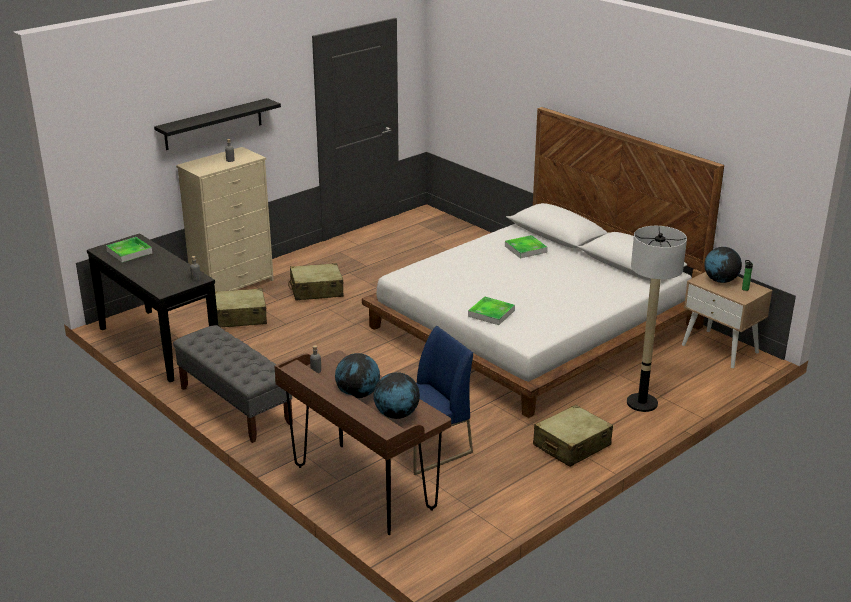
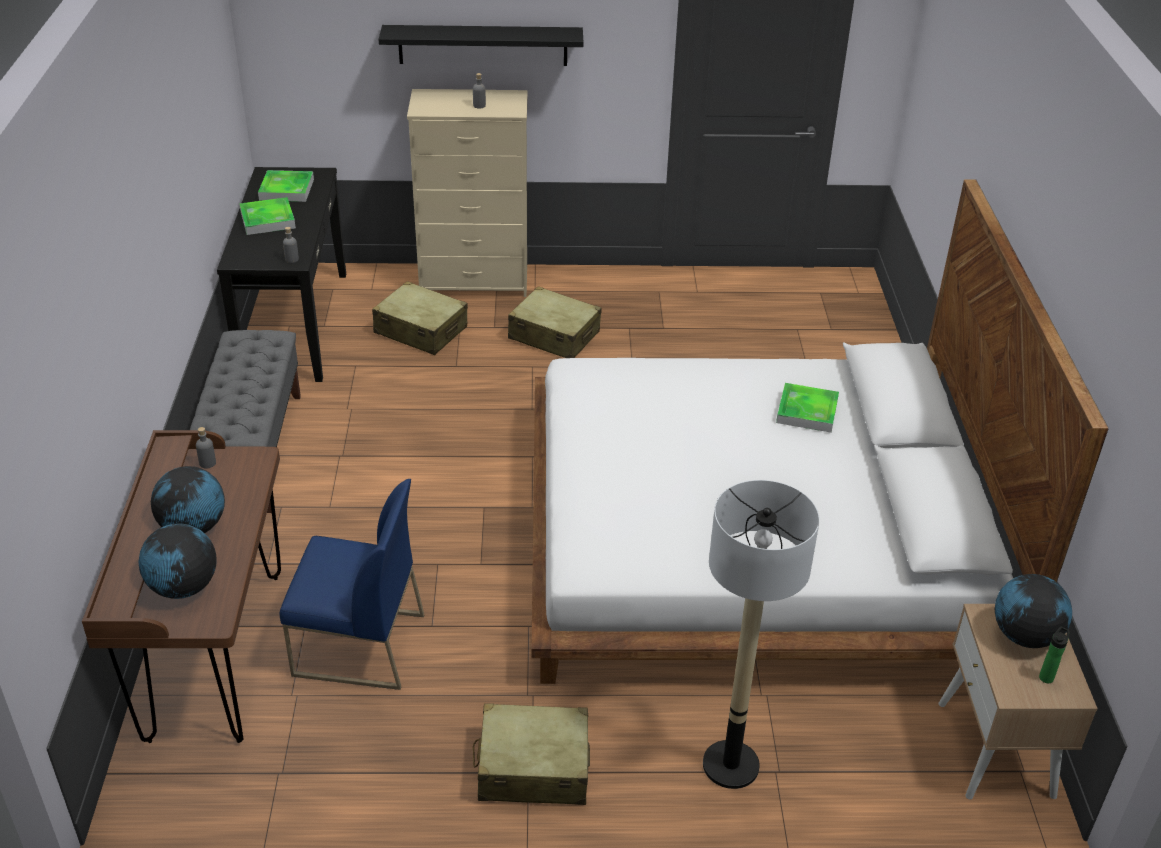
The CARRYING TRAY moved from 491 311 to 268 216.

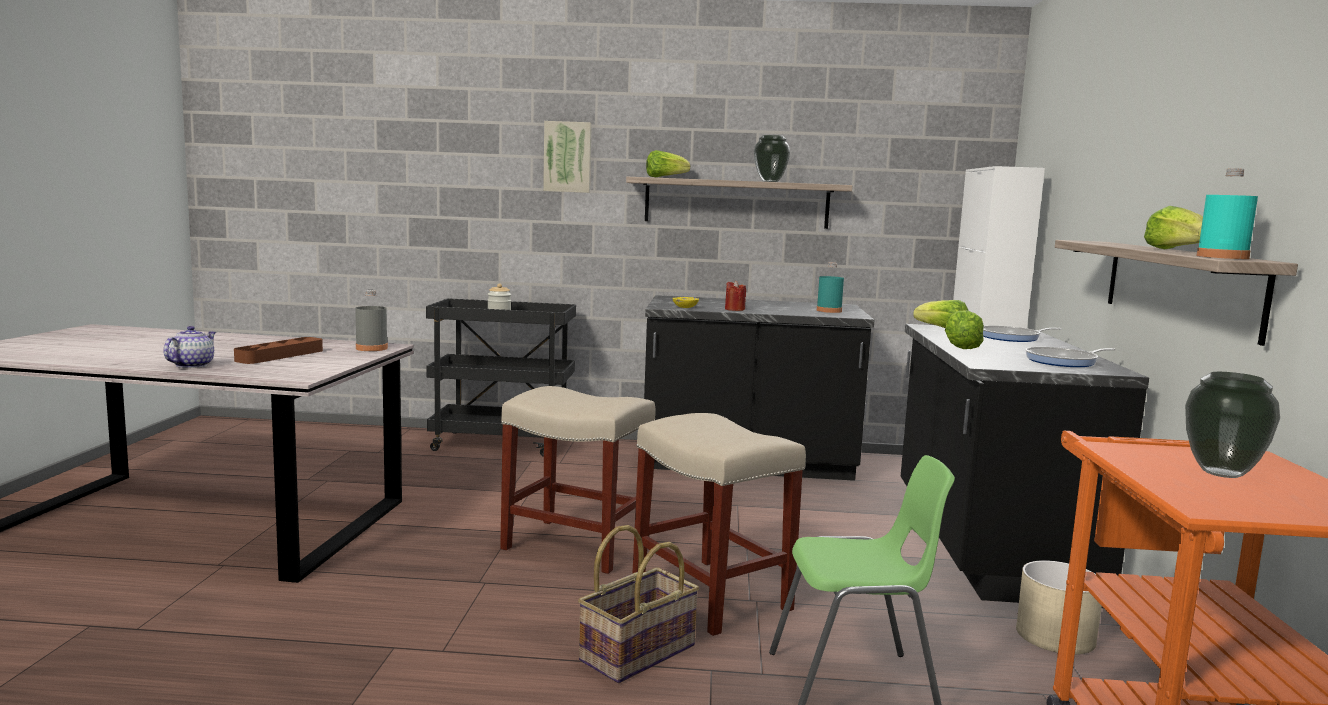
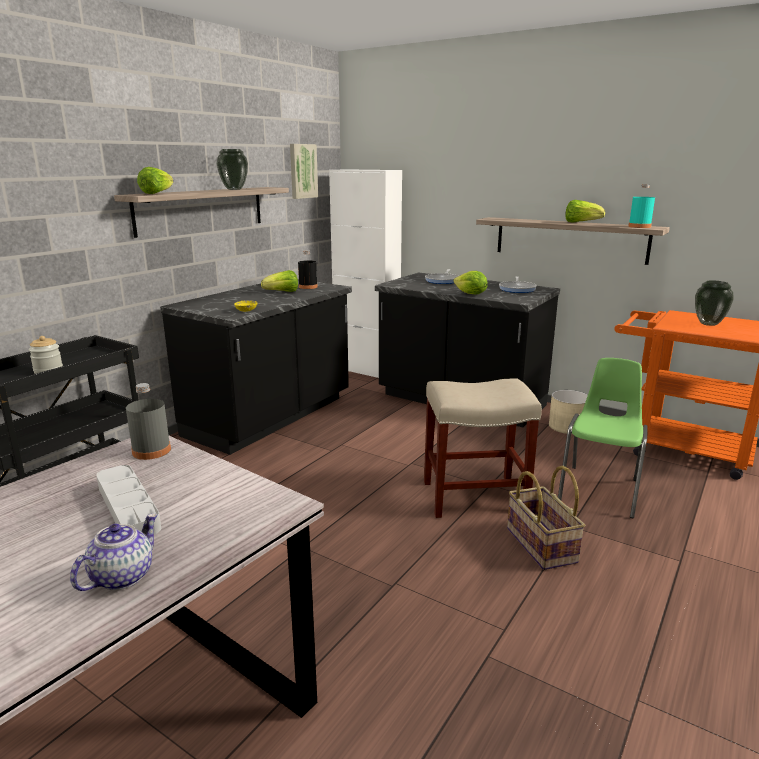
The BEIGE-COLOURED SITTING STOOL at 578 480 disappeared. The RED-COLOURED CANDLE at 735 295 disappeared. The PICTURE moved from 567 157 to 304 171. The LETTUCE HEAD moved from 941 314 to 279 281. The BROWNISH CARRYING TRAY at 278 350 became the GREY CARRYING TRAY at 128 500. The BLUE-GREEN BOTTLE at 830 288 became the BLACKISH BOTTLE at 308 269. The POT FOR TEA at 190 347 turned 75 degrees clockwise.

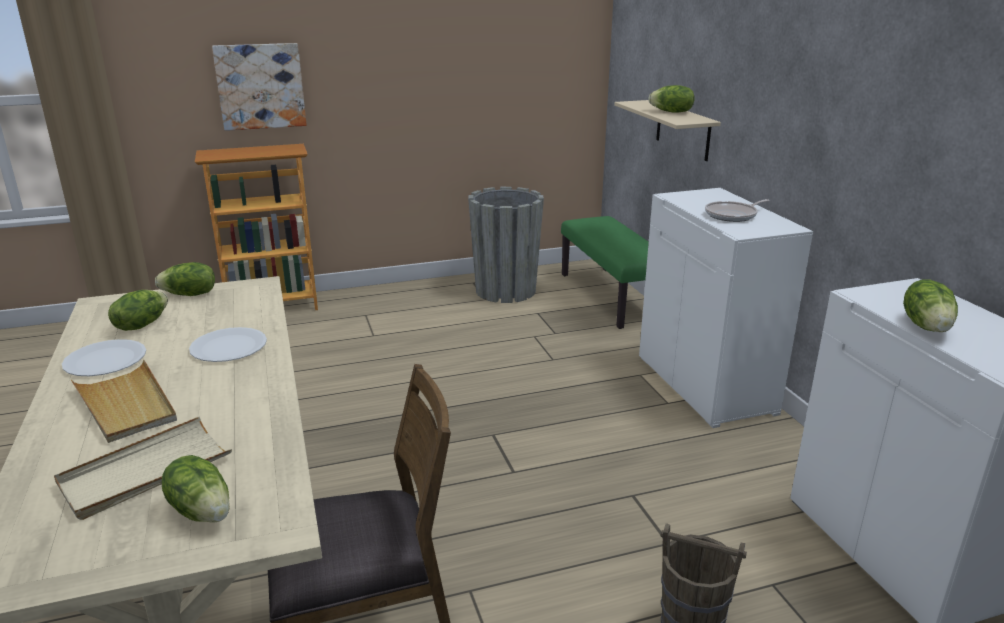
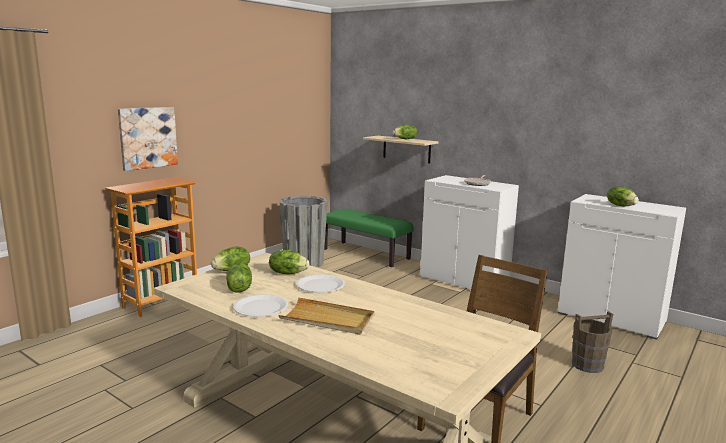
The BEIGE-COLOURED CARRYING TRAY at 143 468 disappeared. The LETTUCE HEAD moved from 195 489 to 289 262.

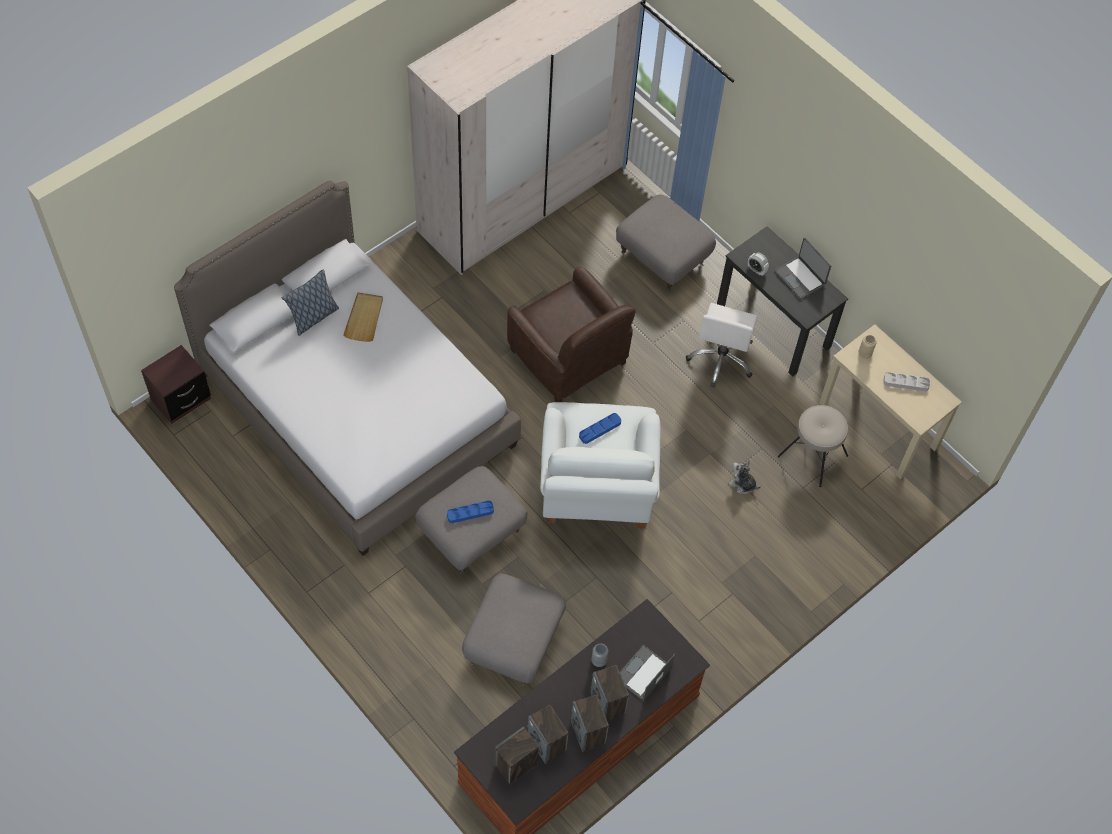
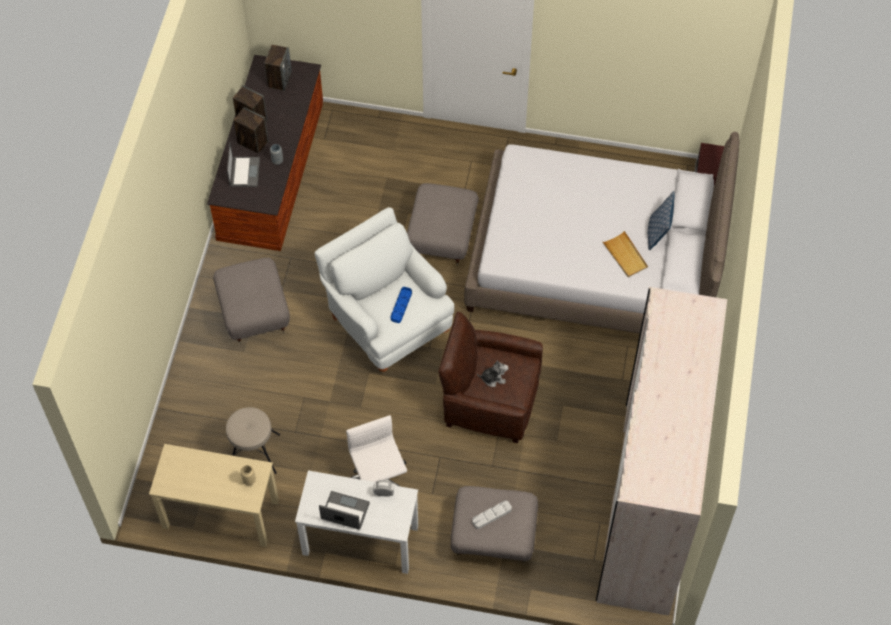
The BLUE-COLOURED CARRYING TRAY at 470 511 disappeared. The AUDIO SPEAKER at 547 734 disappeared. The GREY POUFFE moved from 514 629 to 251 301. The CUDDLY TOY moved from 744 477 to 493 373. The GREY CARRYING TRAY moved from 906 381 to 492 514. The BLACKISH DESK TABLE at 782 301 became the WHITE DESK TABLE at 356 522.

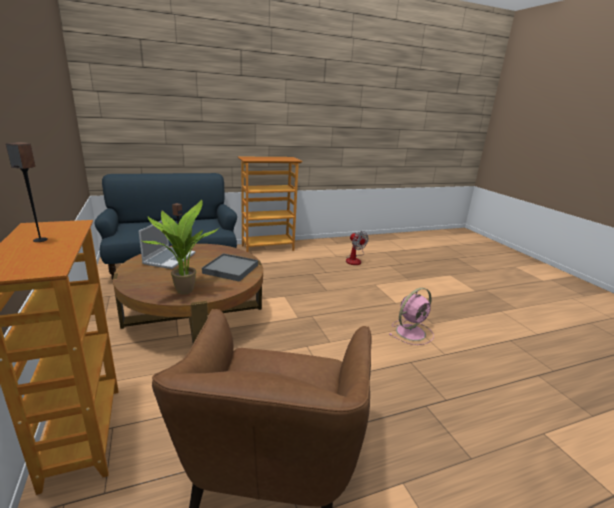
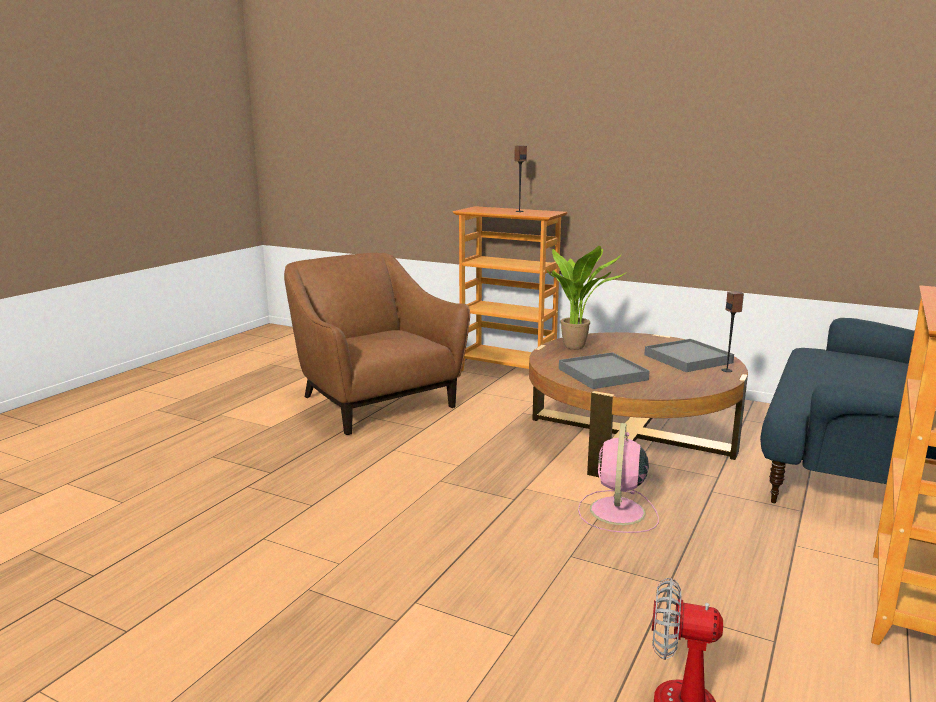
The PINKISH COOLING FAN moved from 411 316 to 618 478. The NOTEBOOK COMPUTER at 167 244 was replaced by the GREY CARRYING TRAY at 689 355.

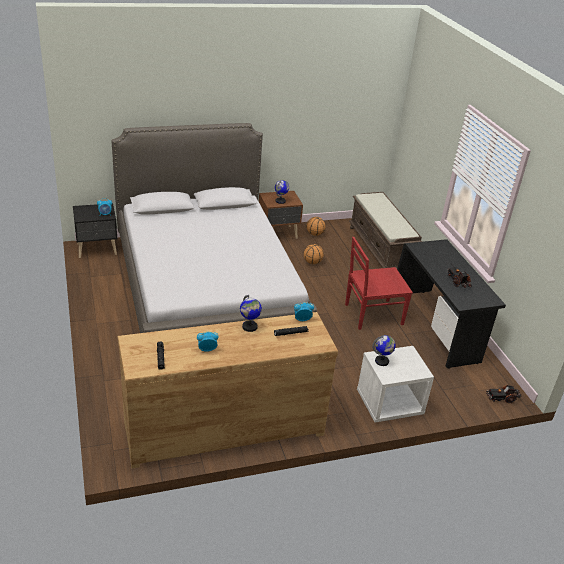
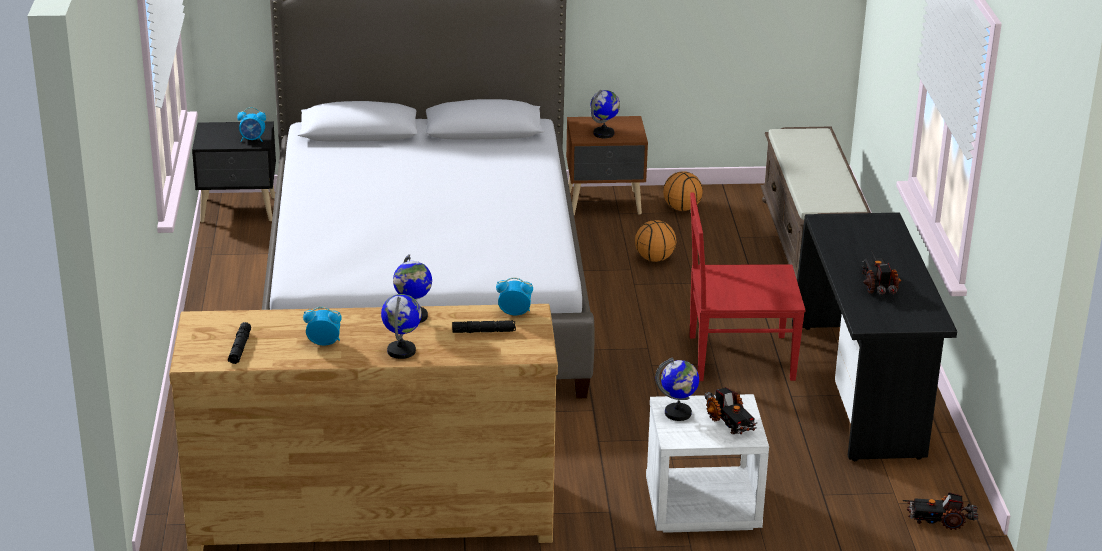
The DESK GLOBE at 401 326 appeared. The TOY TRUCK at 730 410 appeared.

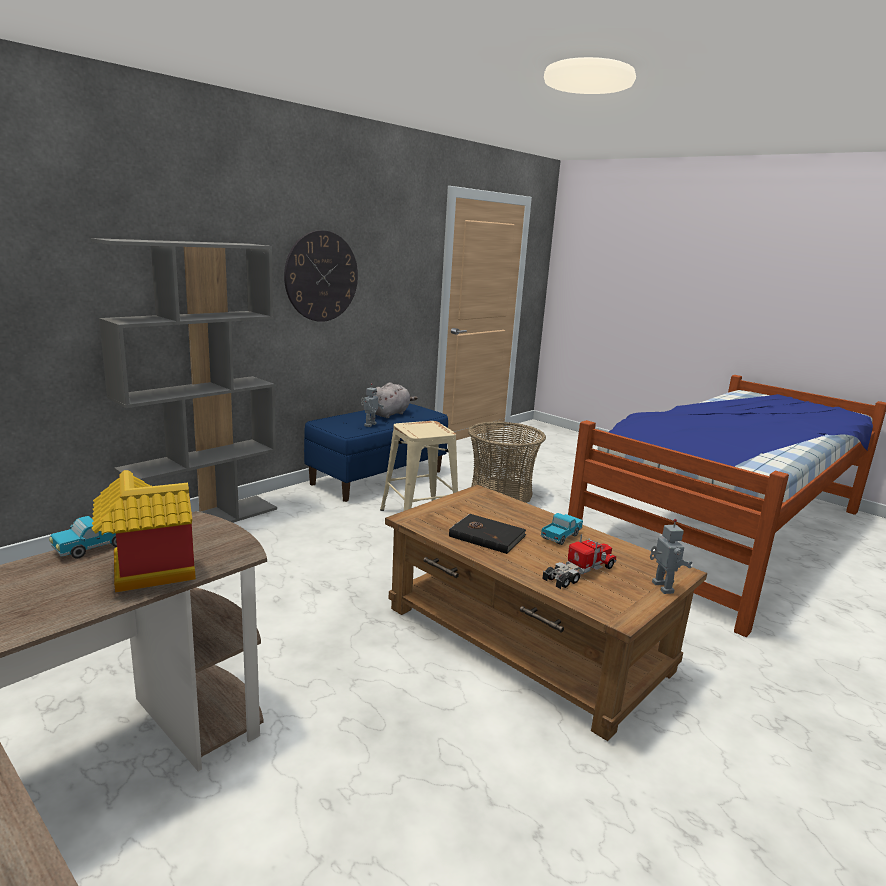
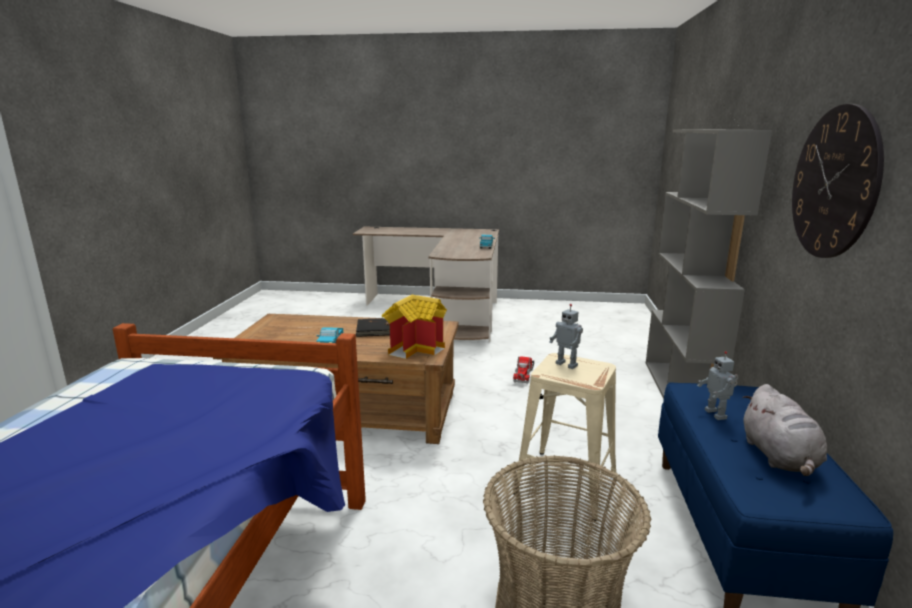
The MINIATURE HOUSE moved from 144 531 to 414 327. The TOY TRUCK moved from 579 561 to 523 370. The MODEL ROBOT moved from 671 556 to 566 336.

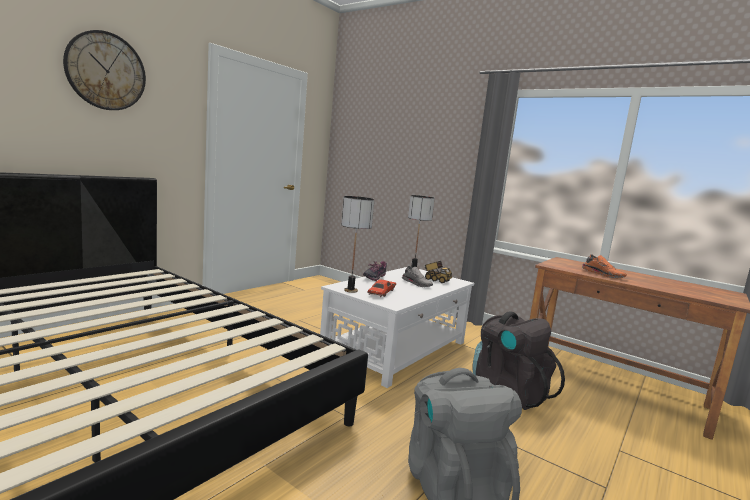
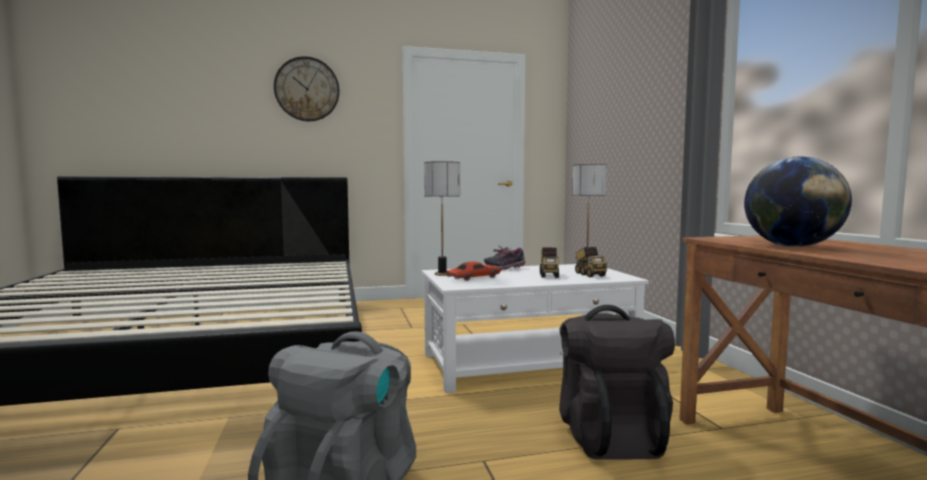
The GREY ITEM OF FOOTWEAR at 417 276 was replaced by the TOY TRUCK at 549 263. The ORANGE ITEM OF FOOTWEAR at 604 266 was replaced by the DESK GLOBE at 798 201.

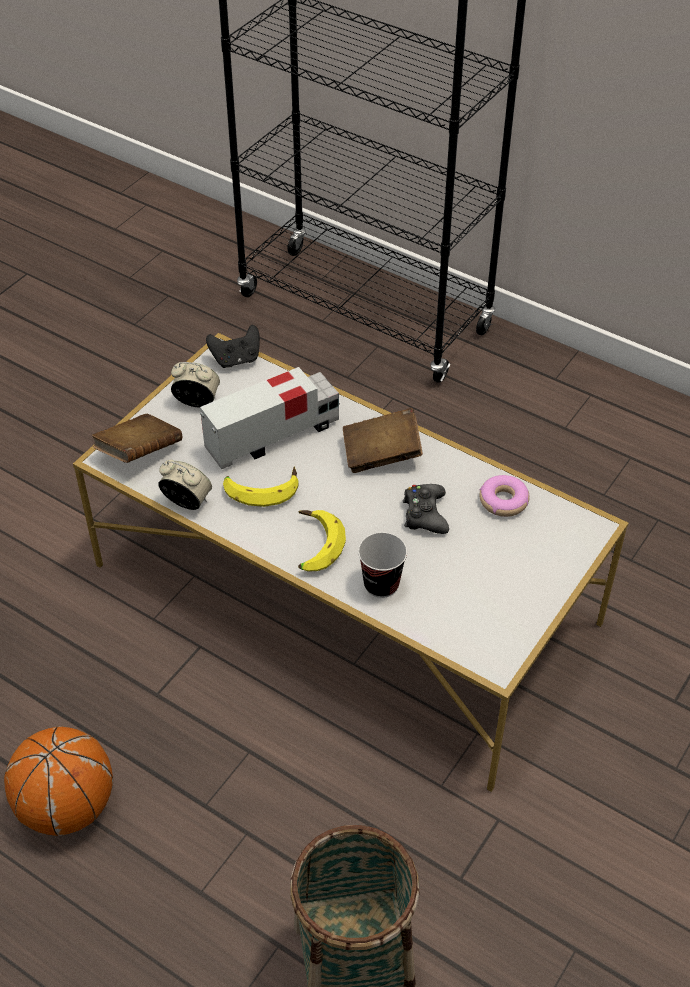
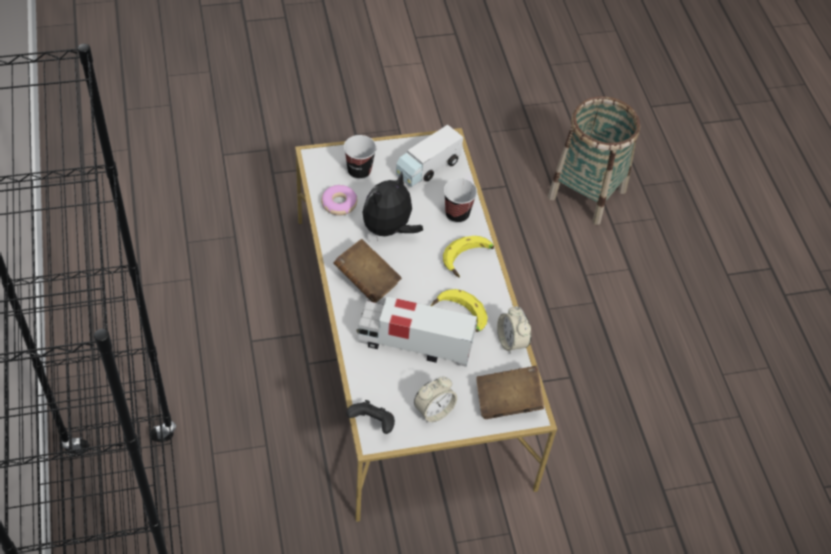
The BASKETBALL BALL at 58 781 disappeared. The SMALL CUP at 360 157 appeared. The TOY TRUCK at 429 156 appeared. The BLACKISH GAME CONTROLLER at 426 509 was replaced by the CUDDLY TOY at 392 206. The ALARM CLOCK at 195 385 turned 90 degrees counterclockwise.

